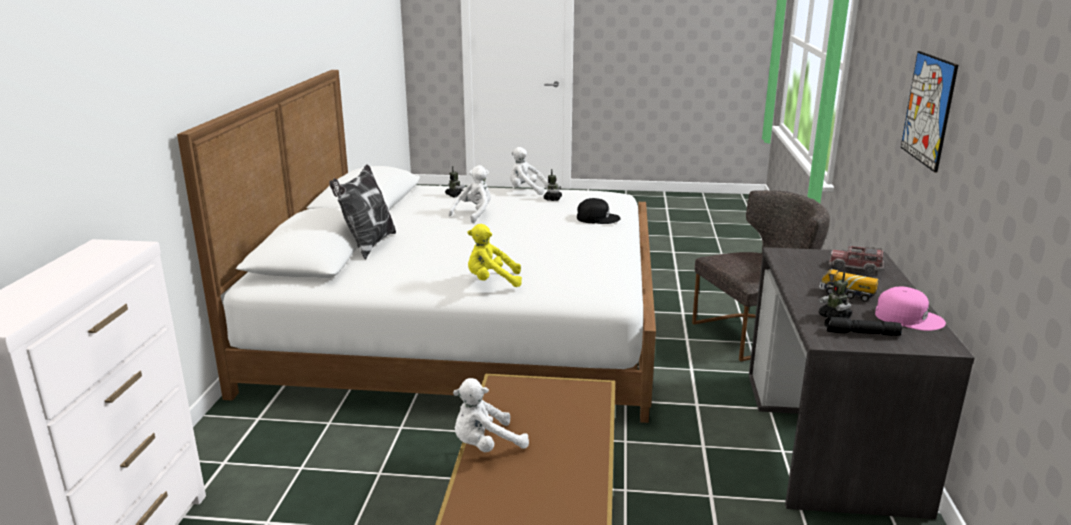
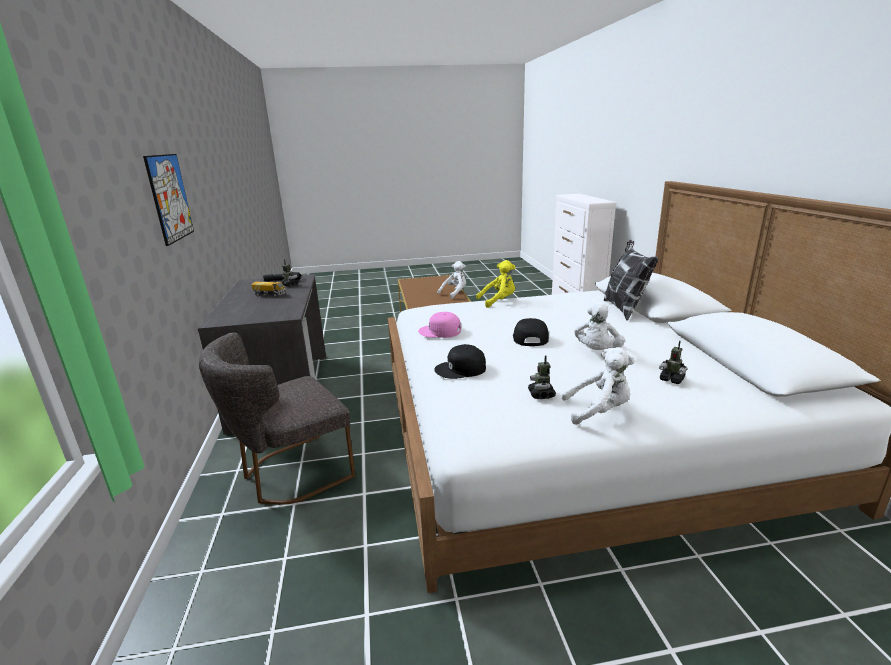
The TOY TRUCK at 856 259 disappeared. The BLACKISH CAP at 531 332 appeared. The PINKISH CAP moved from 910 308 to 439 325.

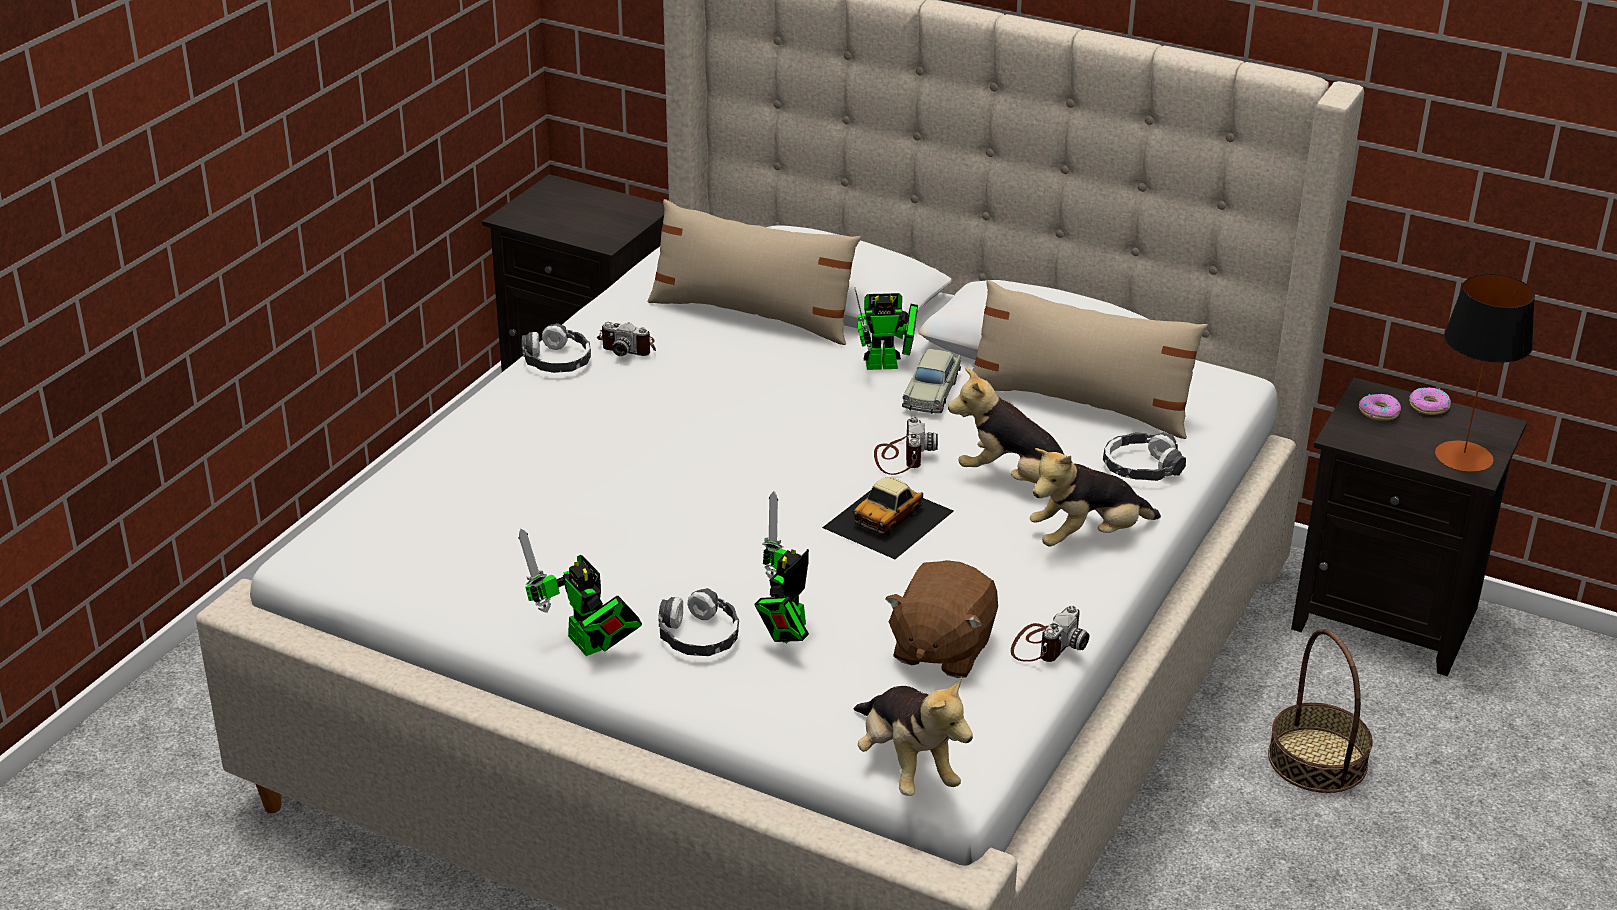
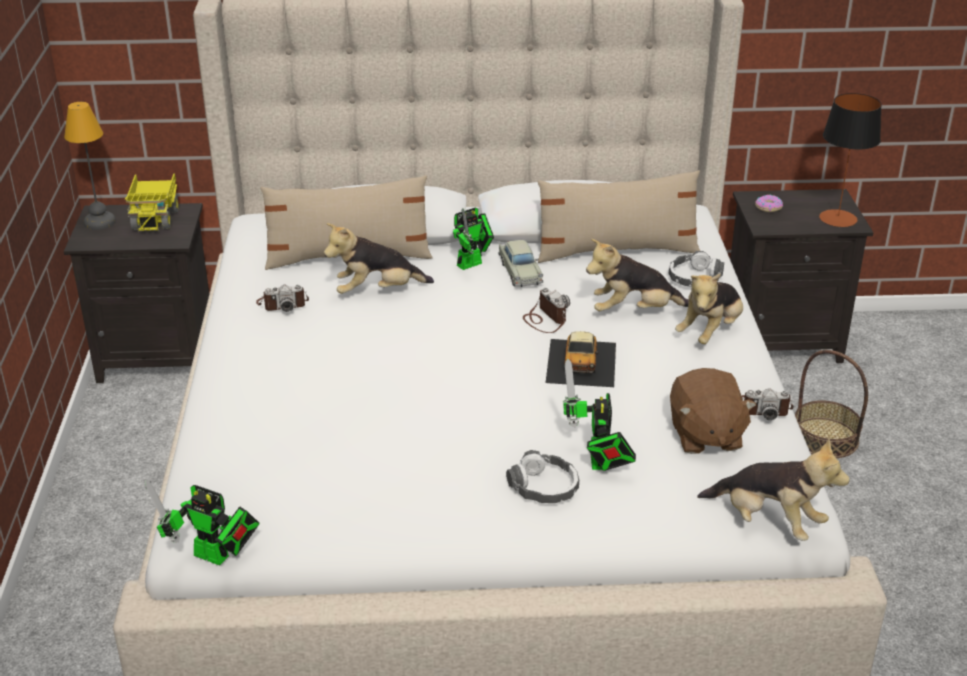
The HEADSET at 556 348 disappeared. The DOUGHNUT at 1430 401 disappeared. The LAMP FOR A TABLE at 90 166 appeared. The TOY TRUCK at 151 202 appeared. The CUDDLY TOY at 379 258 appeared. The MODEL ROBOT moved from 580 592 to 202 523. The PHOTO CAMERA at 1050 633 turned 90 degrees clockwise.

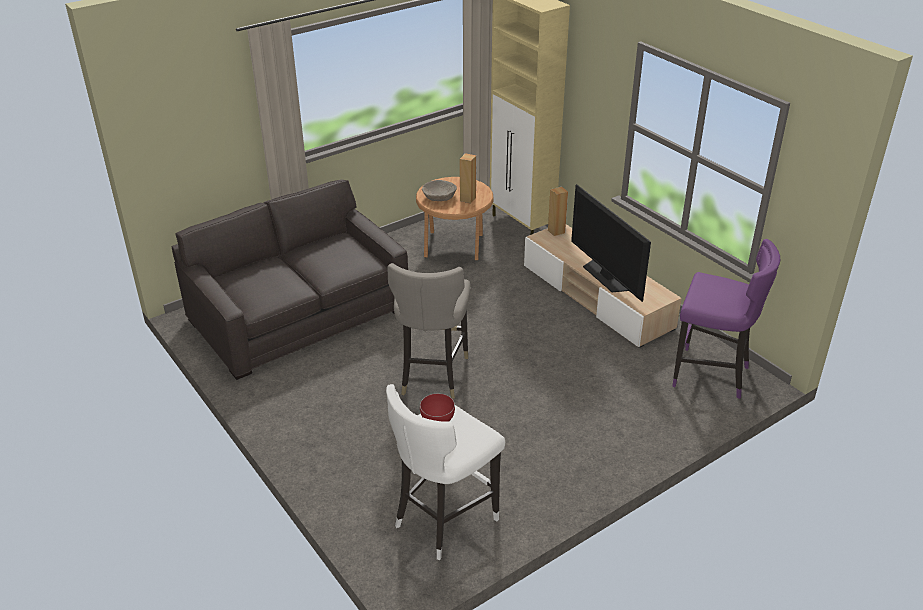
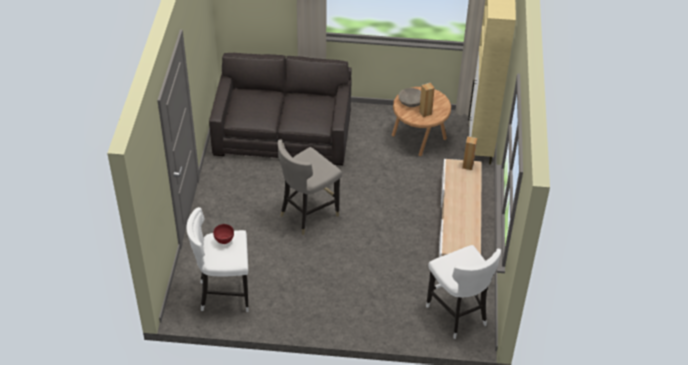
The TELEVISION at 611 243 disappeared. The PURPLISH SITTING STOOL at 726 319 became the WHITE SITTING STOOL at 463 292.

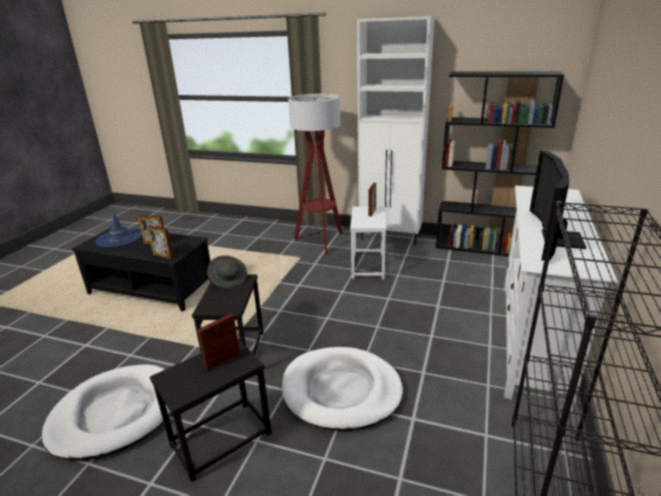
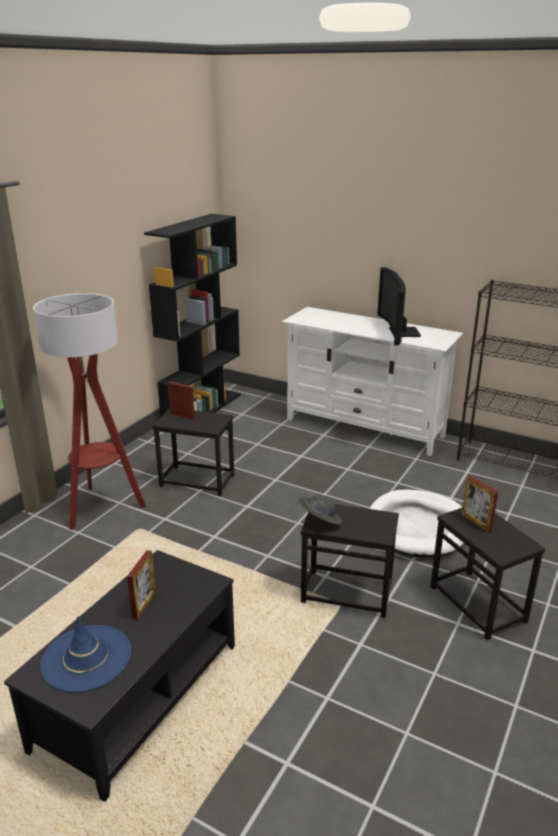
The WHITE DOG BED at 106 412 disappeared. The PICTURE FRAME at 160 242 disappeared. The WHITE CABINET at 396 130 disappeared. The WHITE SIDE TABLE at 368 243 became the BLACKISH SIDE TABLE at 193 452. The TELEVISION at 558 206 turned 60 degrees clockwise.

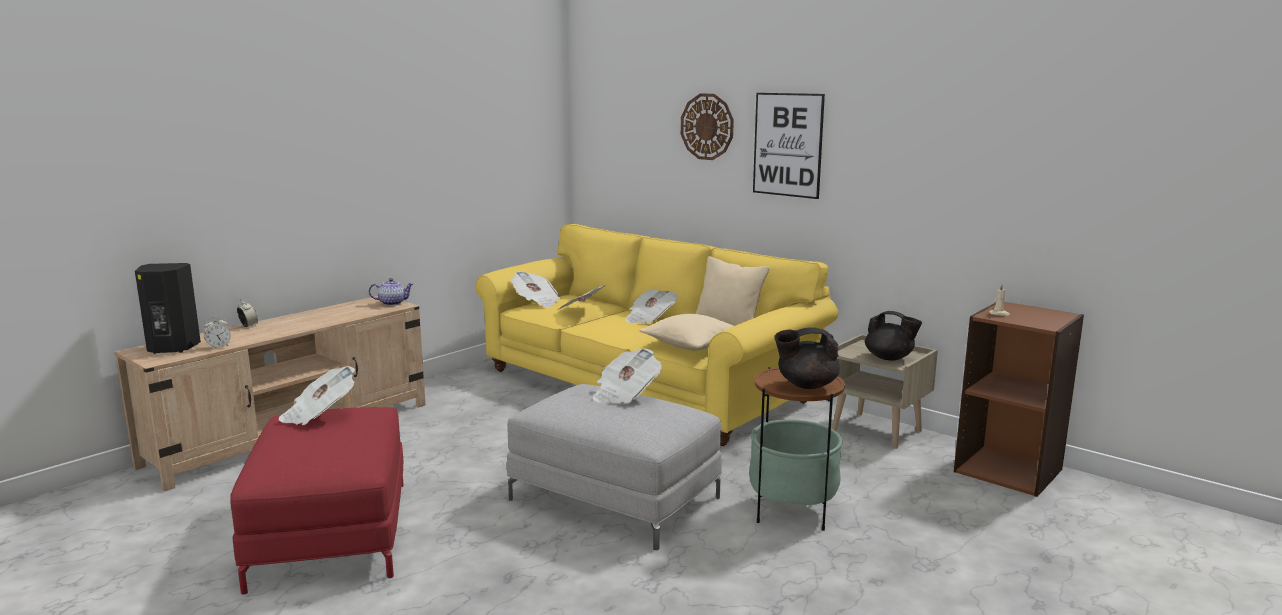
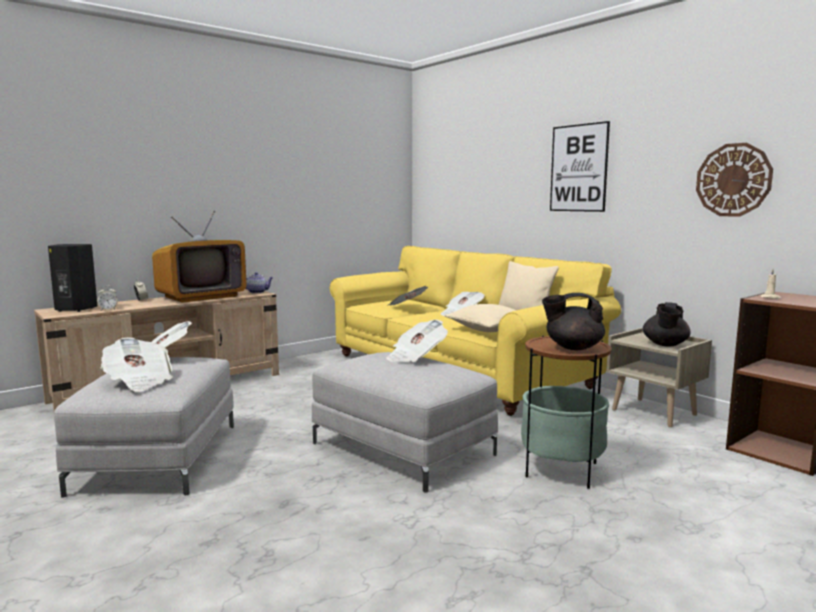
The TELEVISION at 199 256 appeared. The NEWSPAPER moved from 536 289 to 137 365. The WALL CLOCK moved from 707 126 to 734 180. The RED-COLOURED POUFFE at 317 501 became the GREY POUFFE at 144 427. The BLACKISH POT FOR TEA at 893 336 turned 75 degrees clockwise.

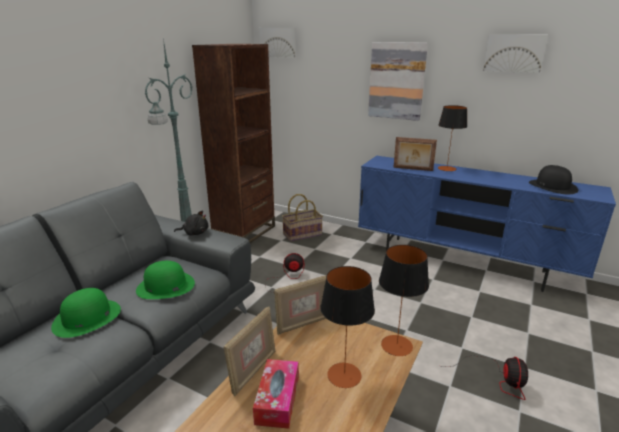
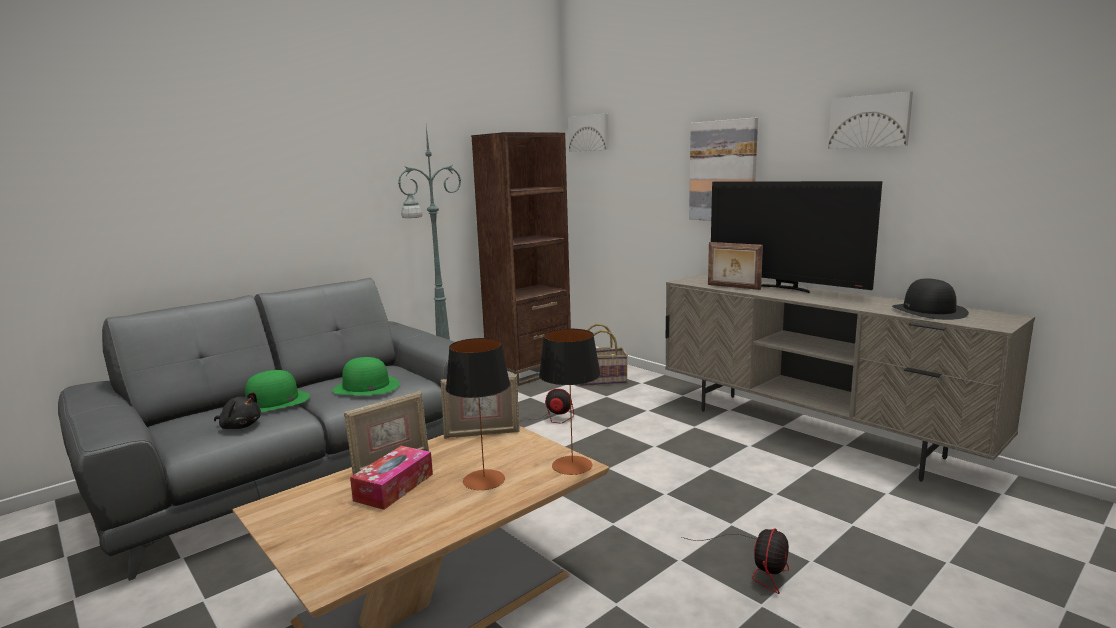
The BLACKISH CUDDLY TOY moved from 191 223 to 237 410. The LAMP FOR A TABLE at 452 138 was replaced by the TELEVISION at 796 237. The BLUE-COLOURED MEDIA CONSOLE at 487 224 became the BEIGE-COLOURED MEDIA CONSOLE at 850 377.

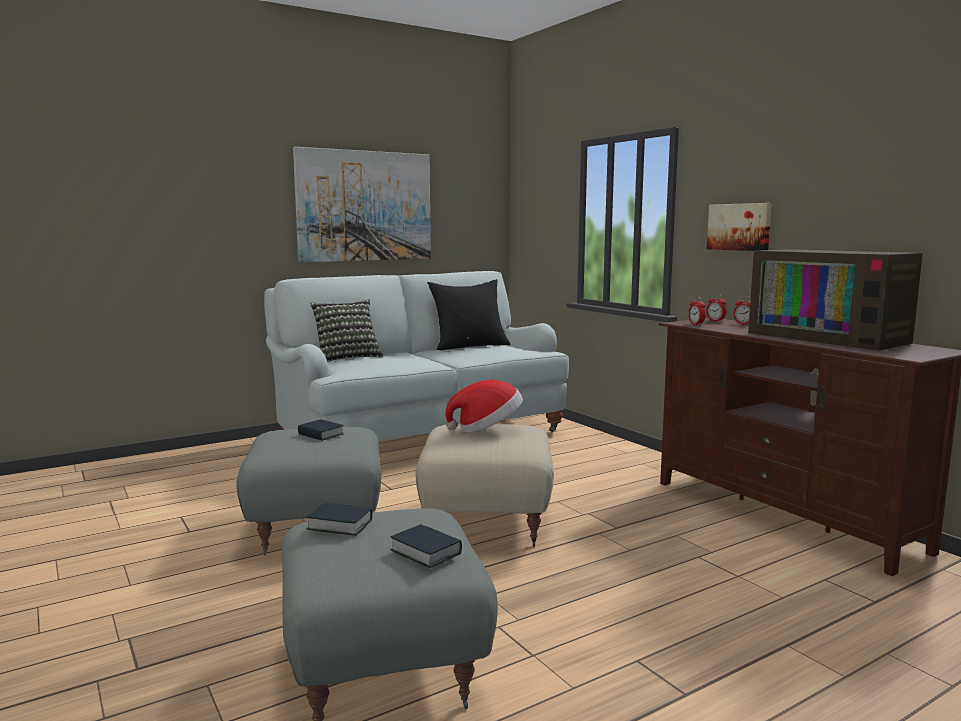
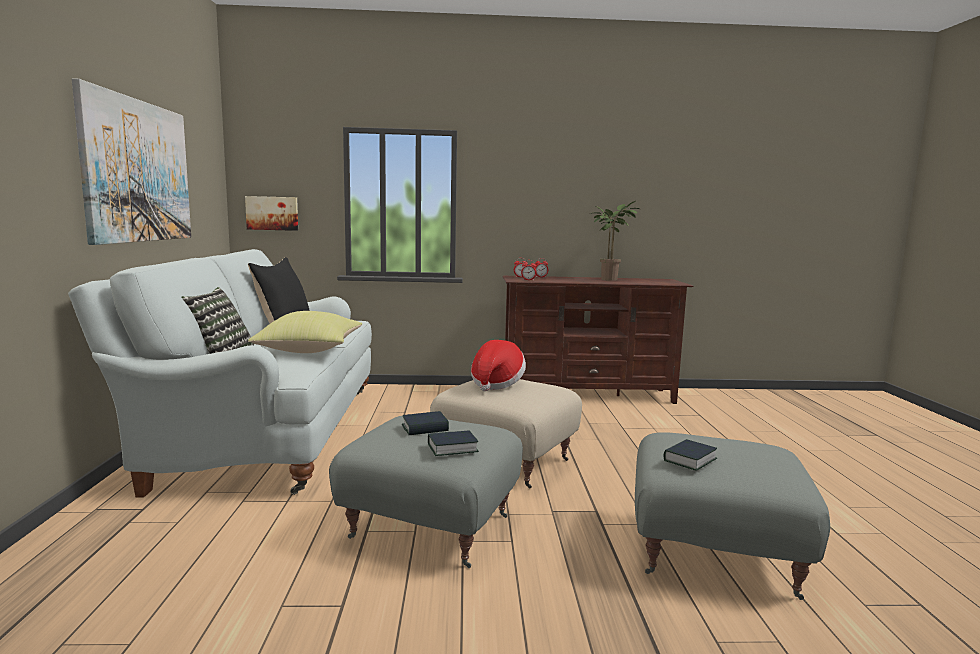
The YELLOW-COLOURED PILLOW at 305 332 appeared. The BOUND BOOK moved from 426 546 to 453 443. The PICTURE moved from 739 227 to 271 213. The TELEVISION at 835 299 was replaced by the PLANT IN A POT at 616 241.

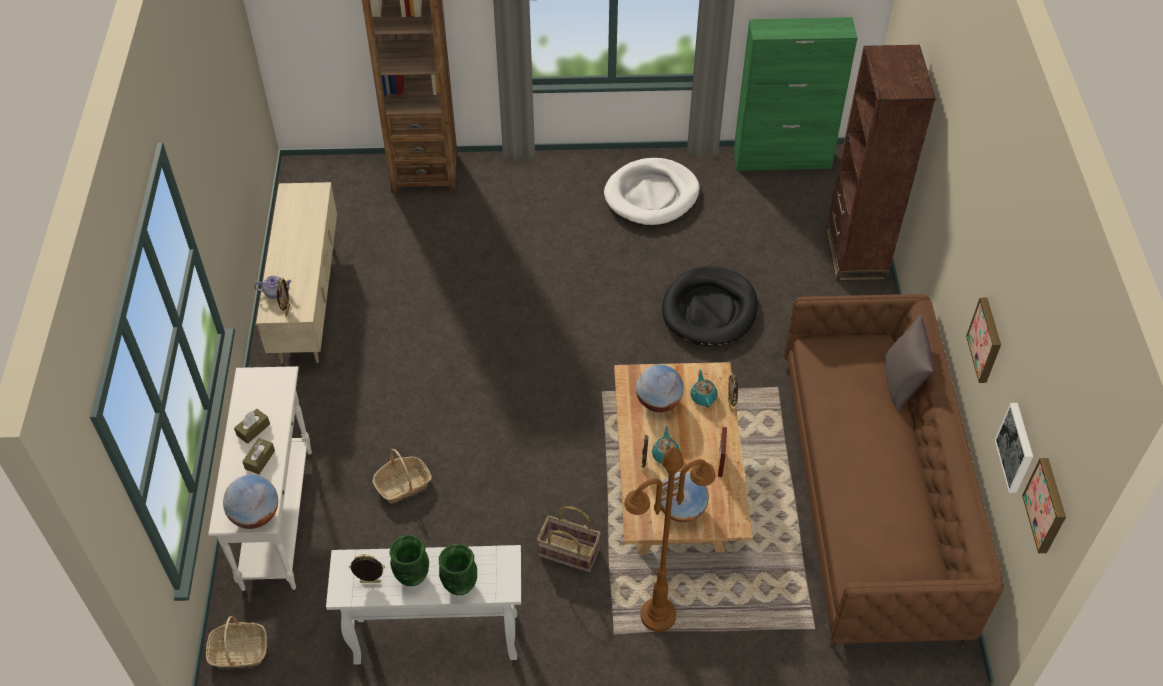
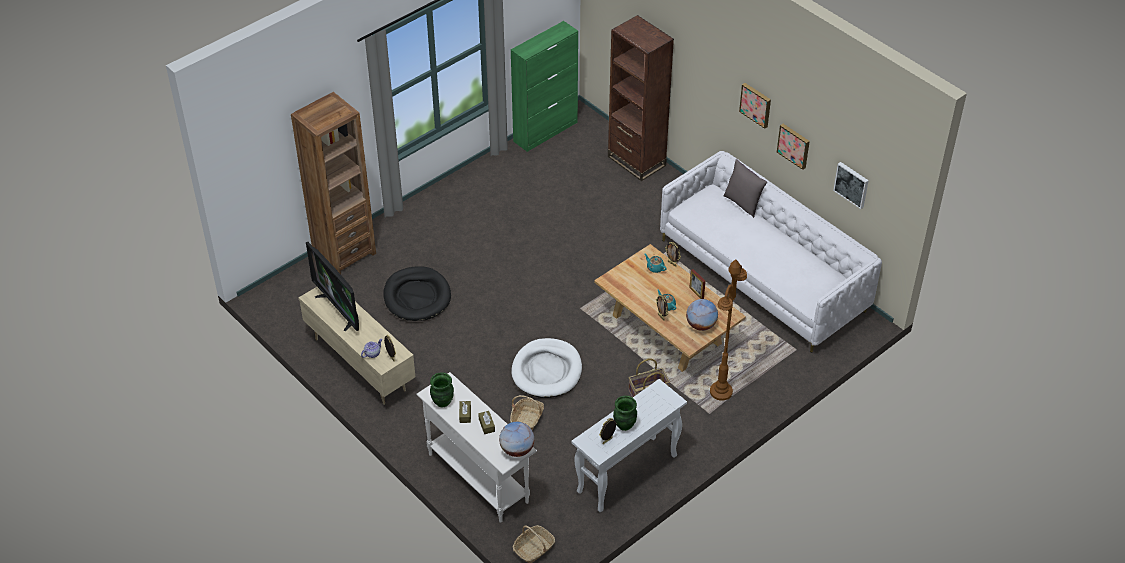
The DESK GLOBE at 660 388 disappeared. The TELEVISION at 332 286 appeared. The GREEN-COLOURED DECORATIVE VASE moved from 458 569 to 442 389. The WHITE DOG BED moved from 652 192 to 547 368. The BLACKISH DOG BED moved from 710 306 to 417 293. The PICTURE moved from 1044 505 to 755 106. The BROWNISH COUCH at 894 470 became the WHITE COUCH at 771 252.

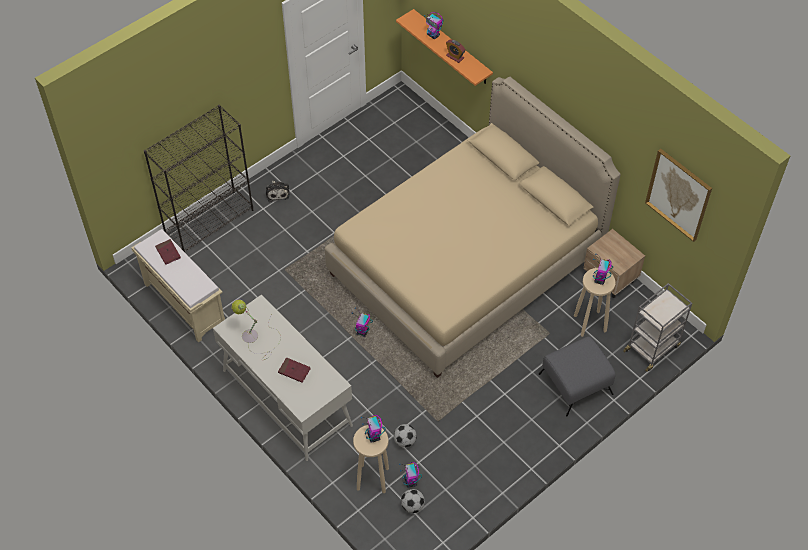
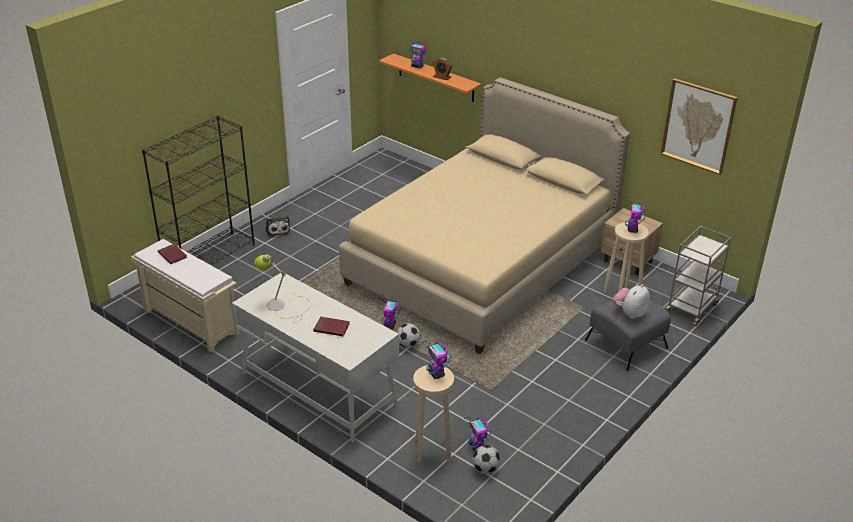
The CUDDLY TOY at 631 301 appeared. The FOOTBALL moved from 405 436 to 408 335.

